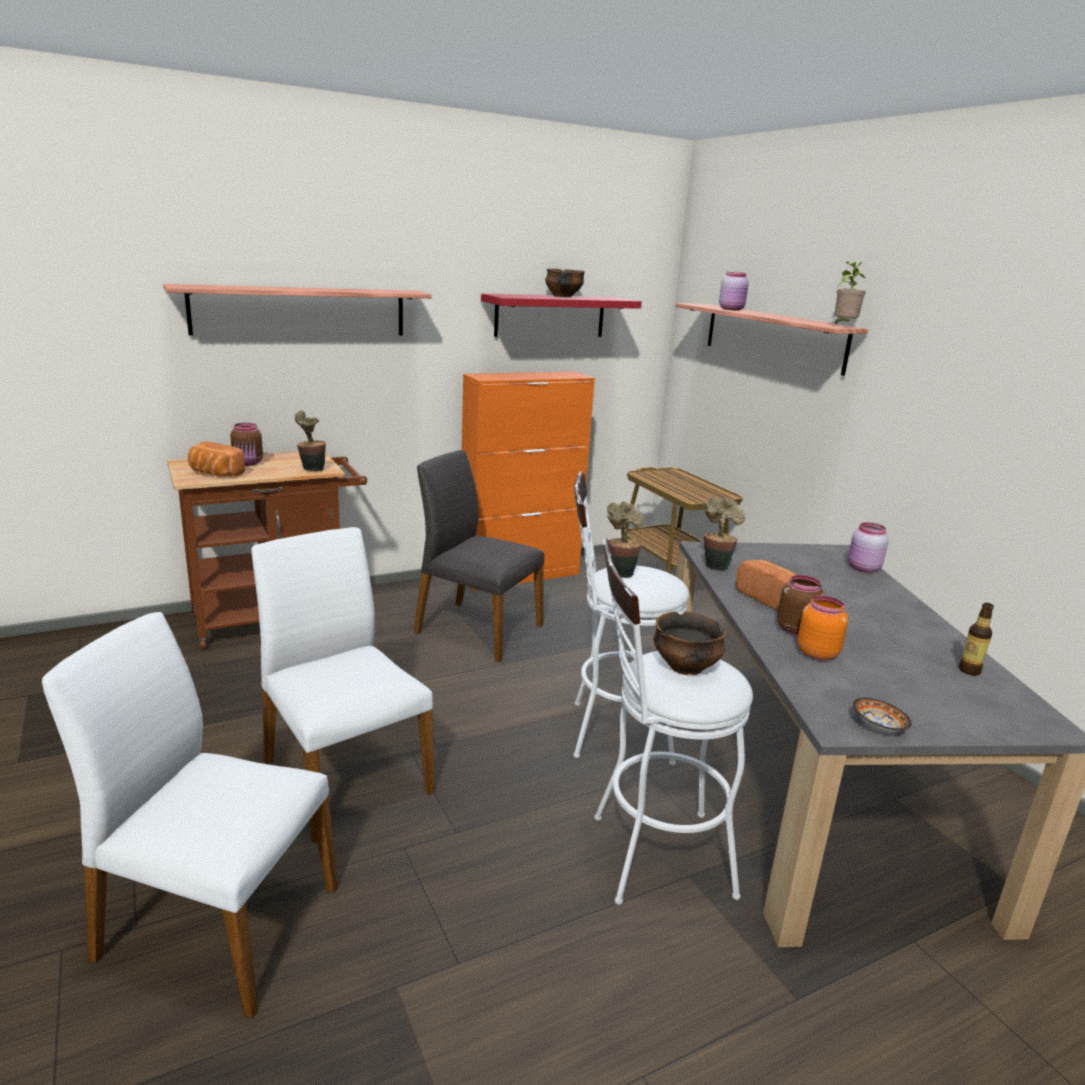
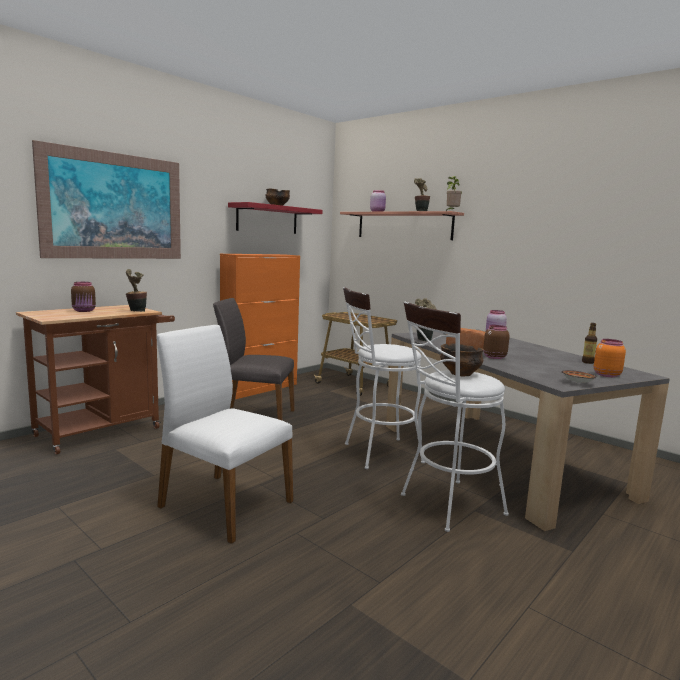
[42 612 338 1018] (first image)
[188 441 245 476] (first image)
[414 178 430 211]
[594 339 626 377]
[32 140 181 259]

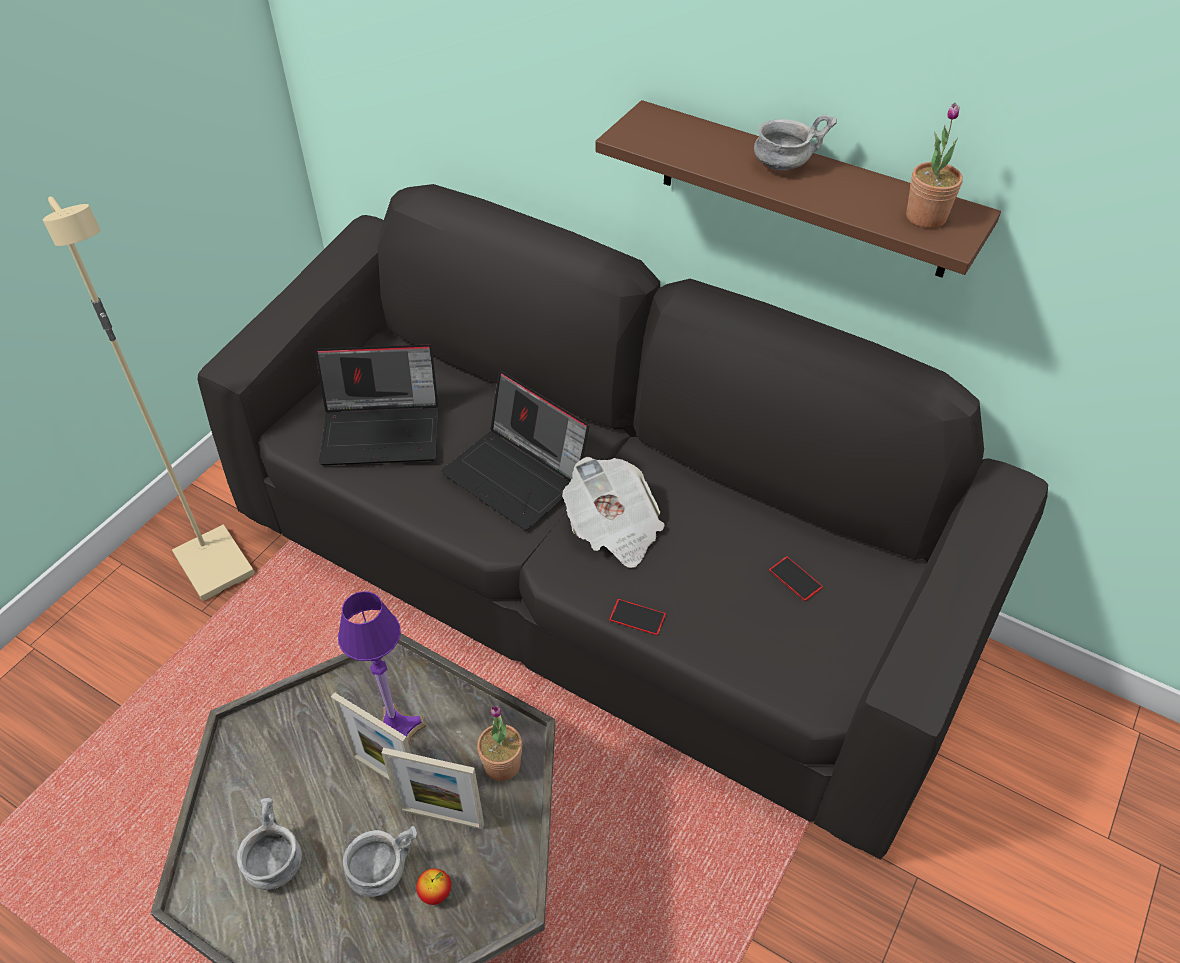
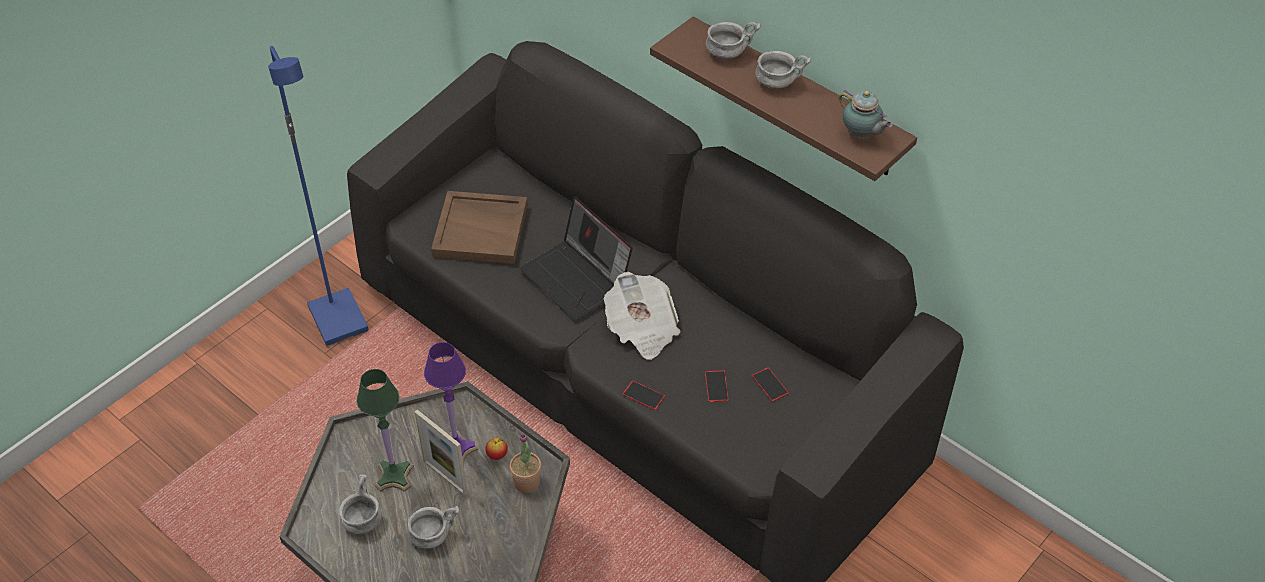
[381 748 484 830] (first image)
[356 369 414 492]
[705 370 729 402]
[706 22 760 59]
[485 438 508 460]
[431 191 528 264]
[839 90 892 139]
[268 46 369 346]

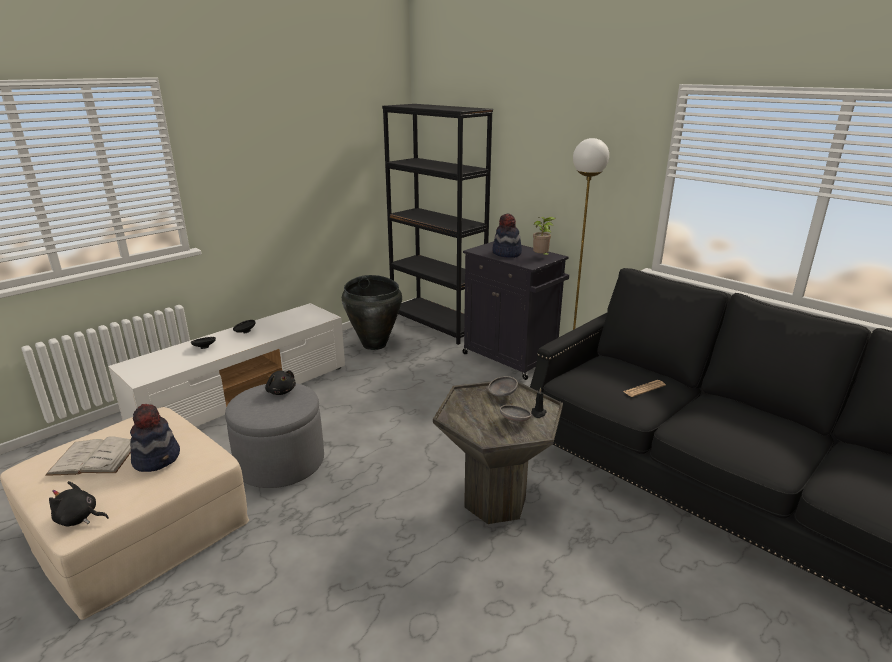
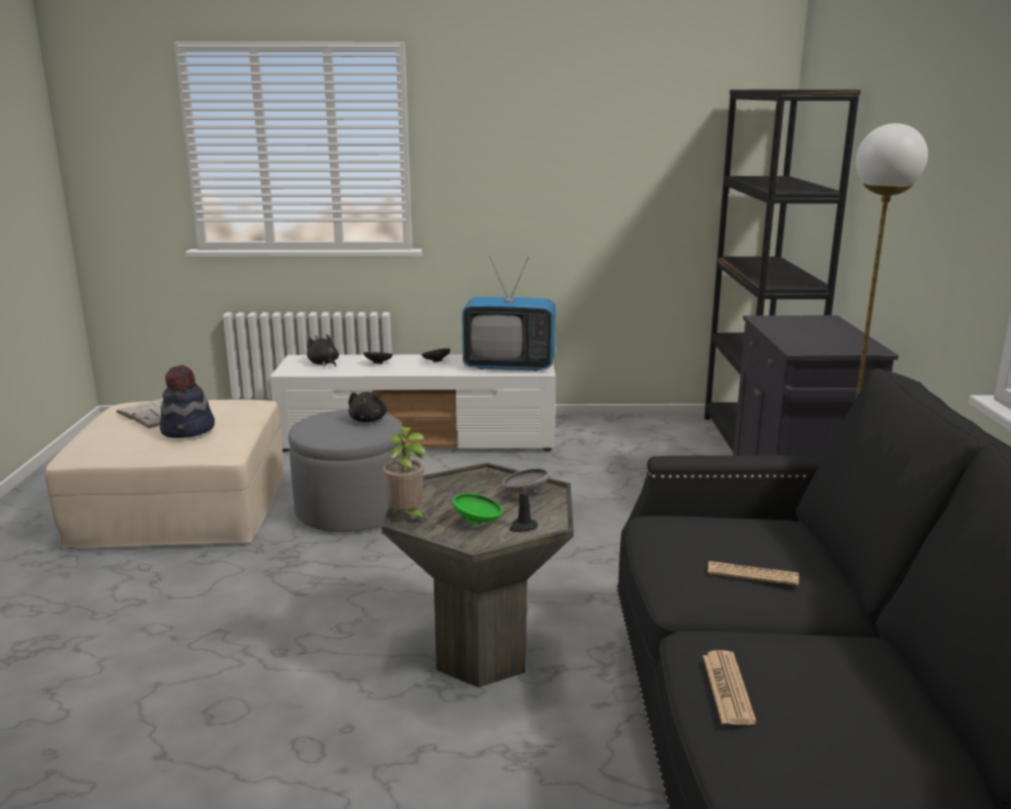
[342 275 402 350] (first image)
[492 213 522 258] (first image)
[462 256 556 371]
[703 650 756 725]
[307 334 339 367]
[383 427 426 523]
[453 493 502 524]

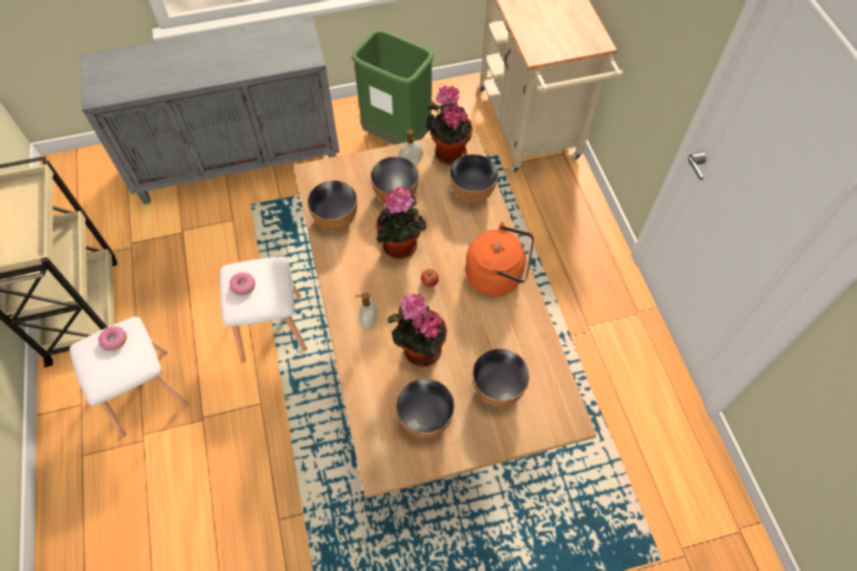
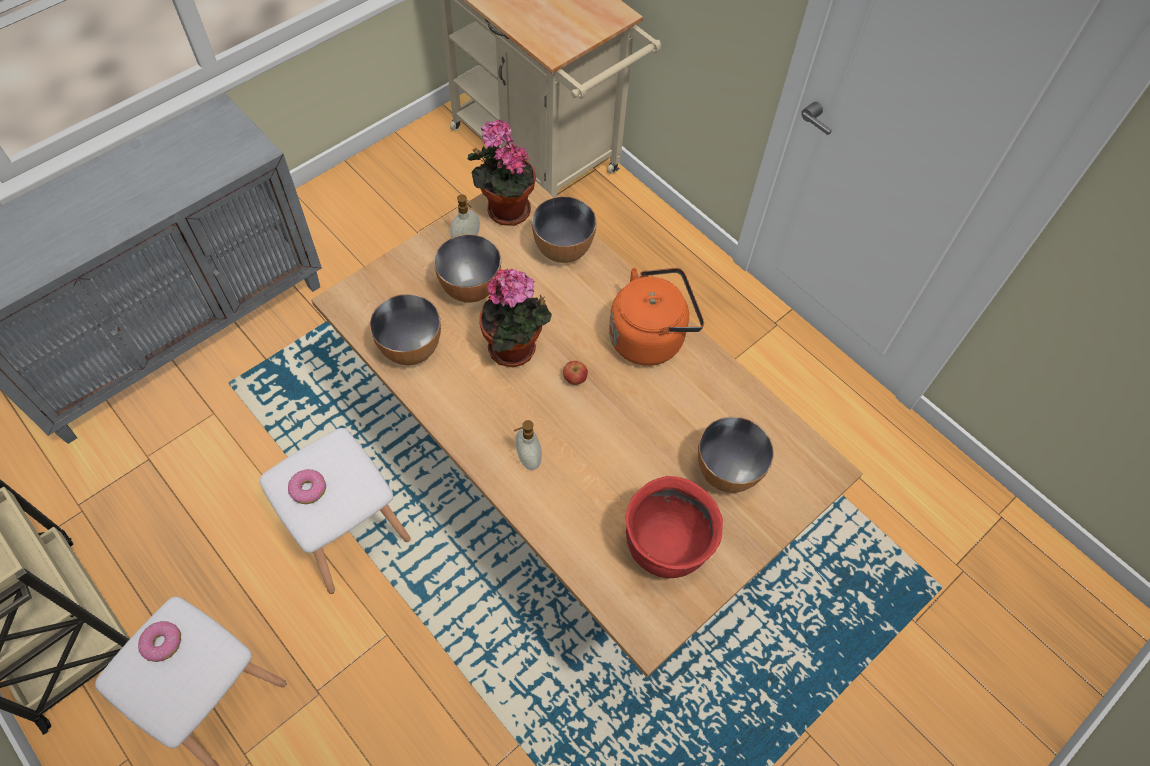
[352 30 434 145] (first image)
[388 294 447 367] (first image)
[625 476 723 578]

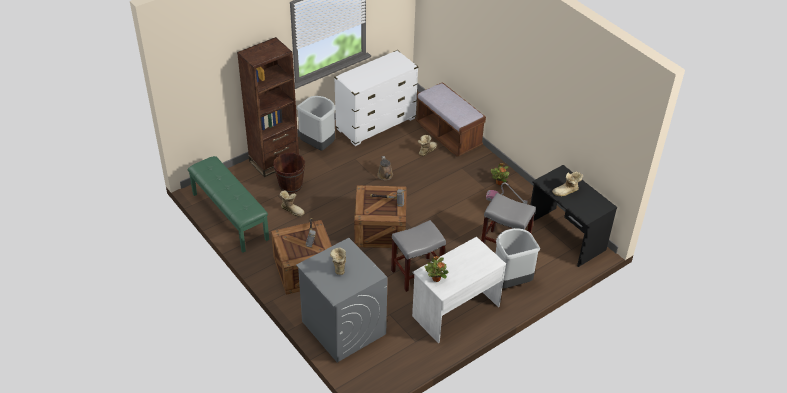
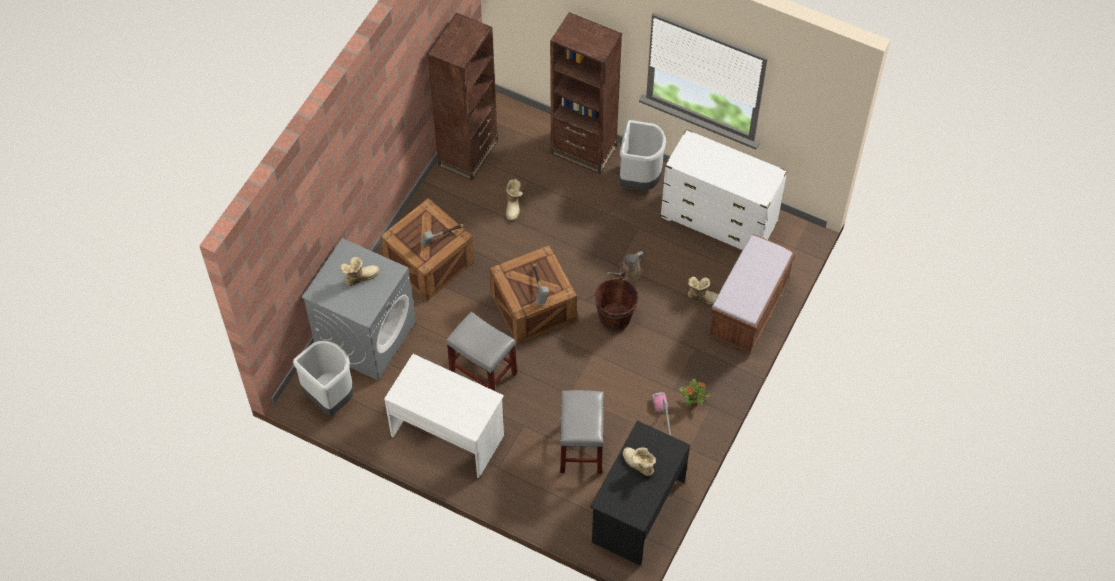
[425 256 448 282] (first image)
[594 277 638 331]
[293 340 354 416]
[427 13 498 180]

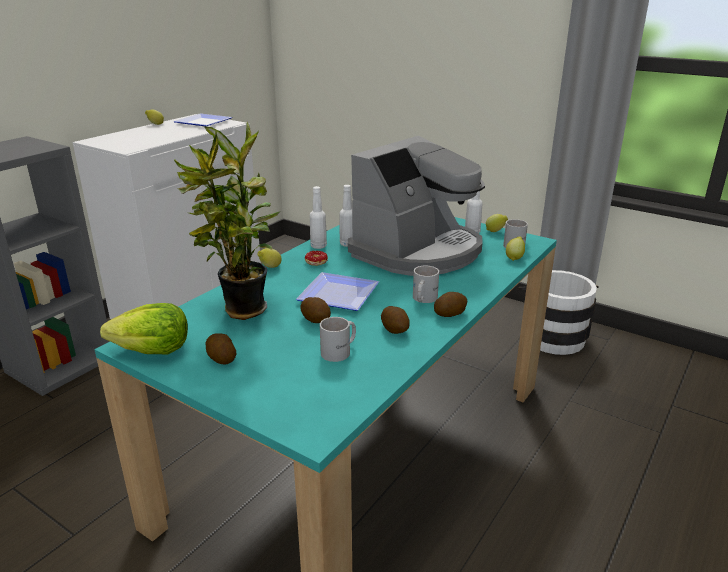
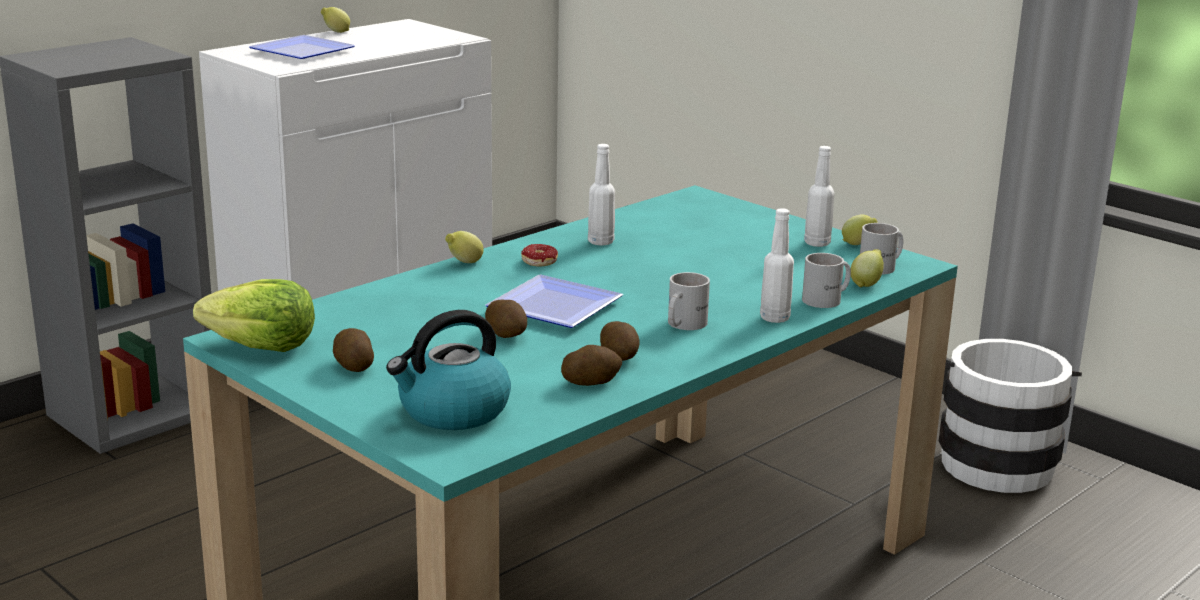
[174 122 280 320] (first image)
[348 136 485 276] (first image)
[386 310 511 430]
[249 35 355 59]
[760 208 794 323]
[802 253 851 308]
[561 345 622 386]

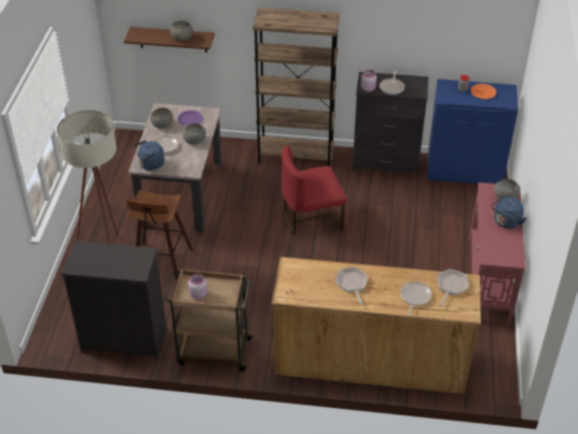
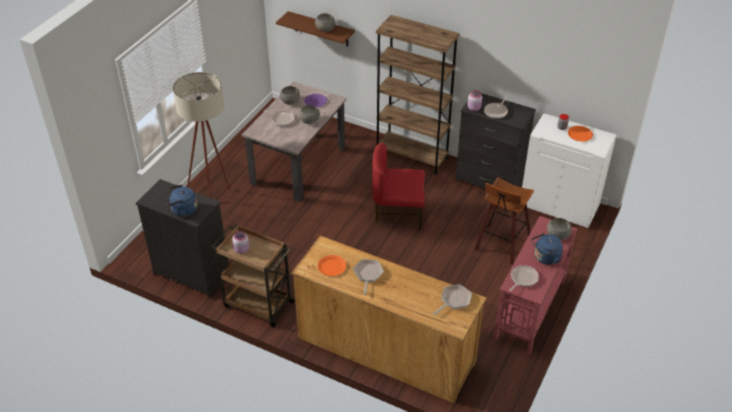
[318 255 346 276]
[474 177 534 265]
[167 185 197 217]
[509 265 539 291]
[522 113 616 228]

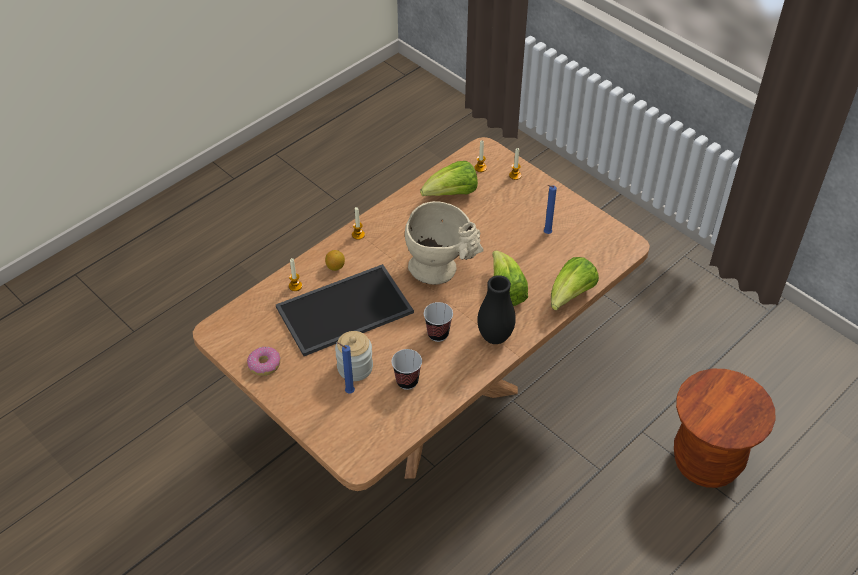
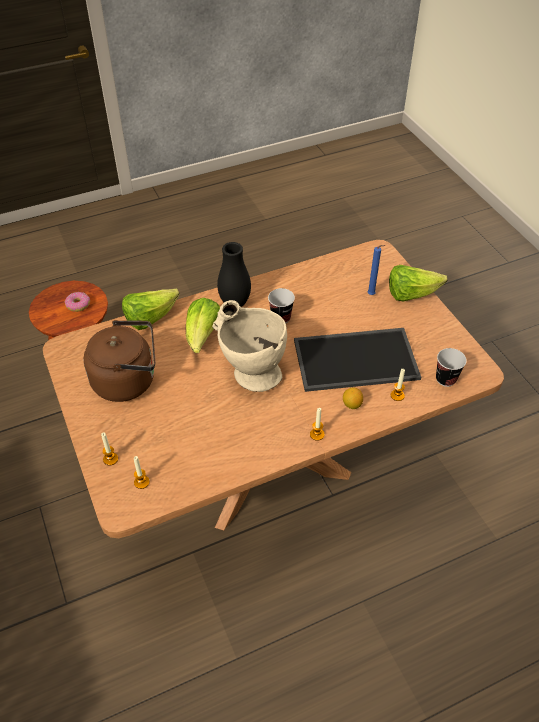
[335 331 373 381] (first image)
[65 292 90 312]
[436 348 466 387]
[389 265 447 301]
[83 320 155 402]

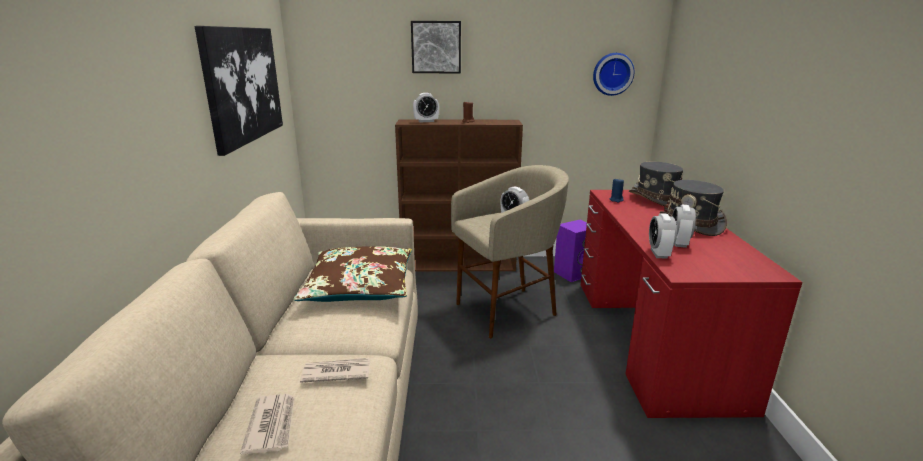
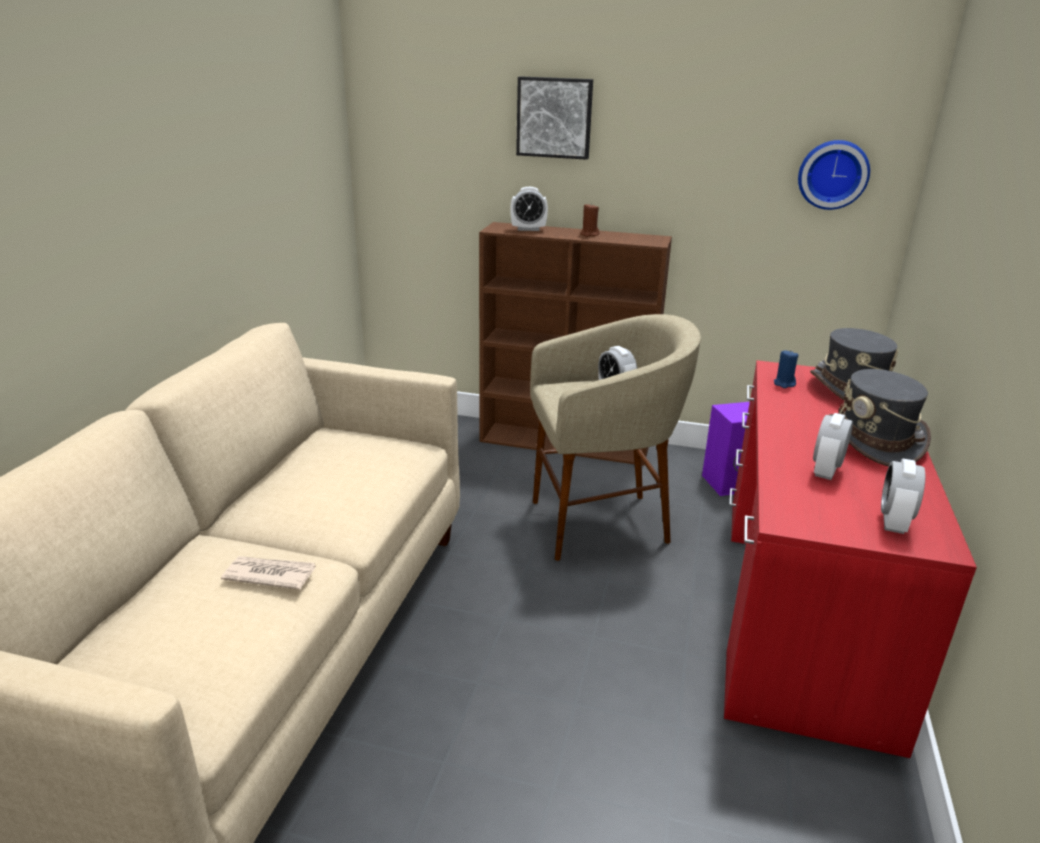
[195 26 283 156] (first image)
[240 394 295 455] (first image)
[293 246 412 302] (first image)
[881 459 926 534]

